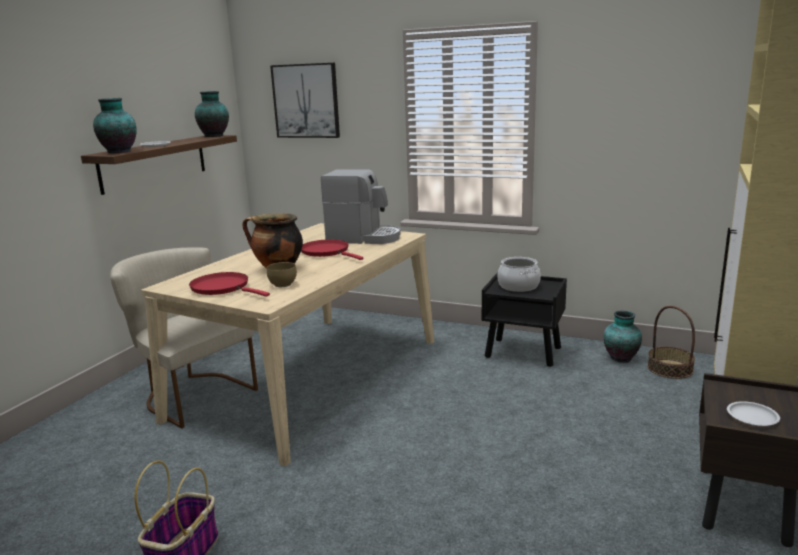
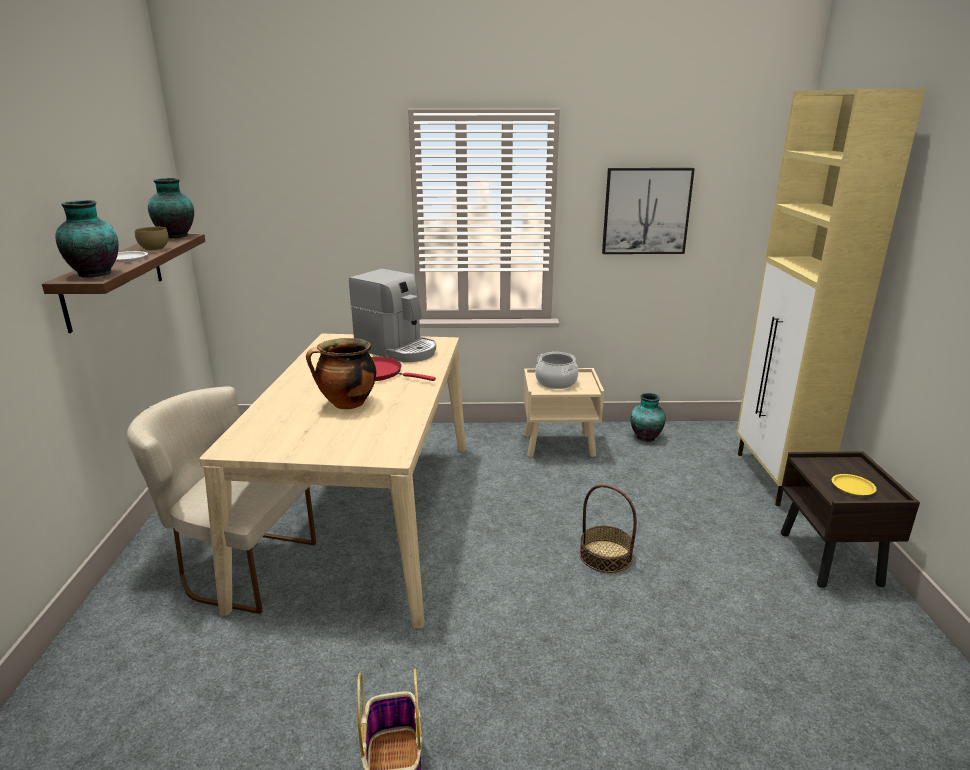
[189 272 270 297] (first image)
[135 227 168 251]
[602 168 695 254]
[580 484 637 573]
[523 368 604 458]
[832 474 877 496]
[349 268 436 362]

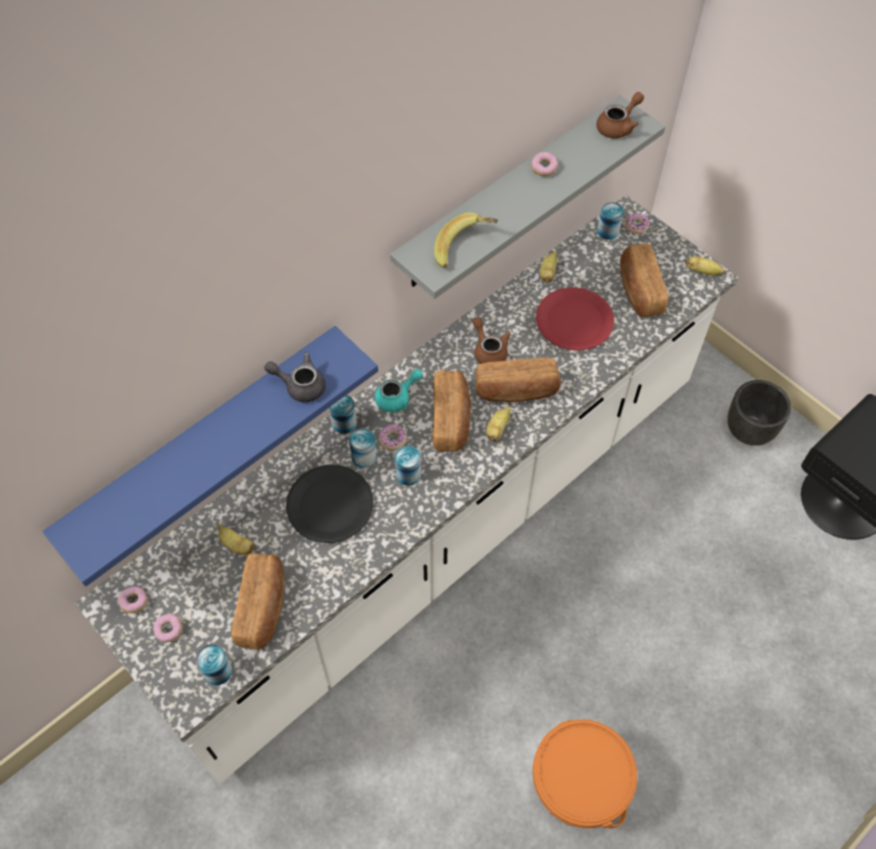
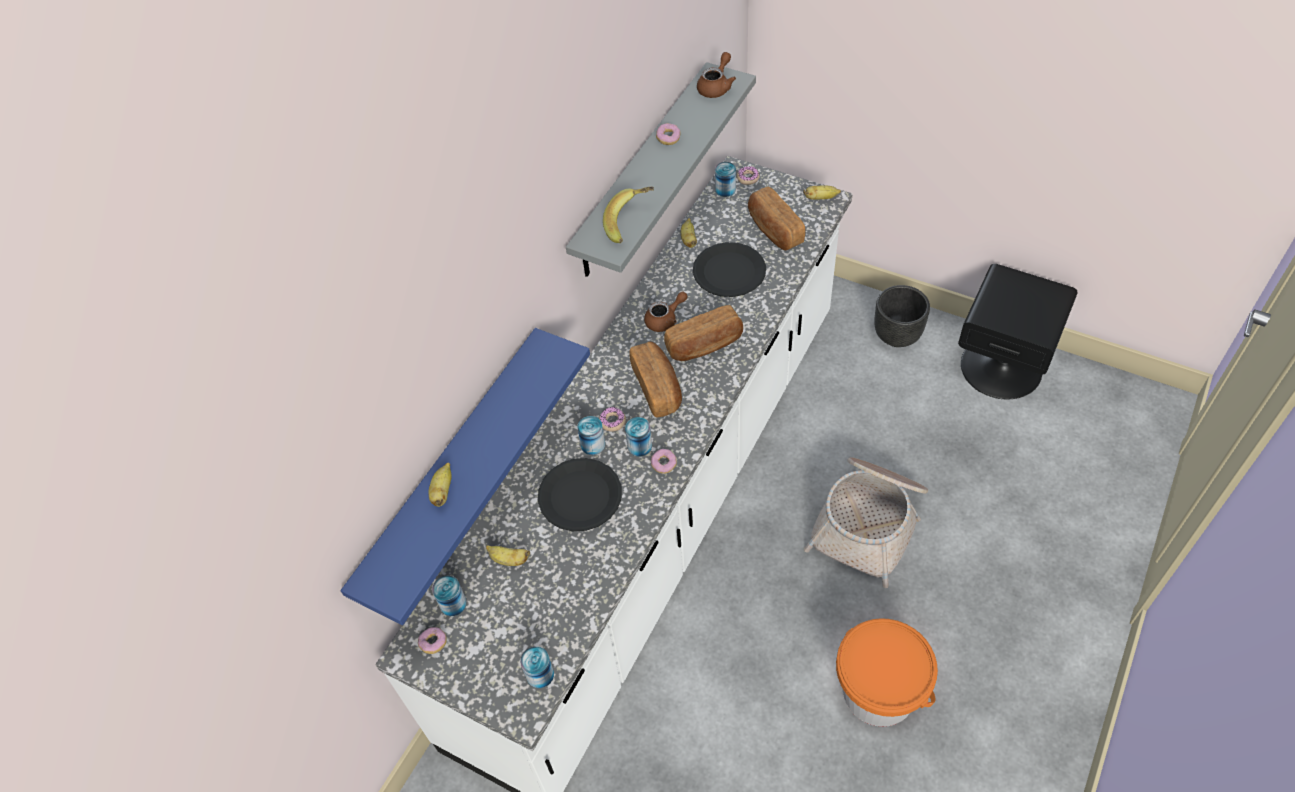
[231 553 284 650] (first image)
[264 352 326 402] (first image)
[375 369 423 412] (first image)
[804 457 928 588]
[651 449 677 474]
[432 575 467 616]
[429 462 452 507]
[693 242 766 297]
[644 291 687 332]

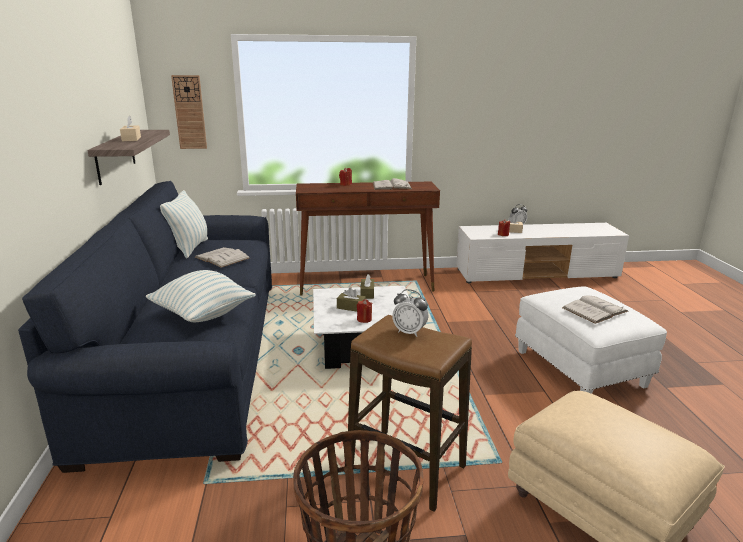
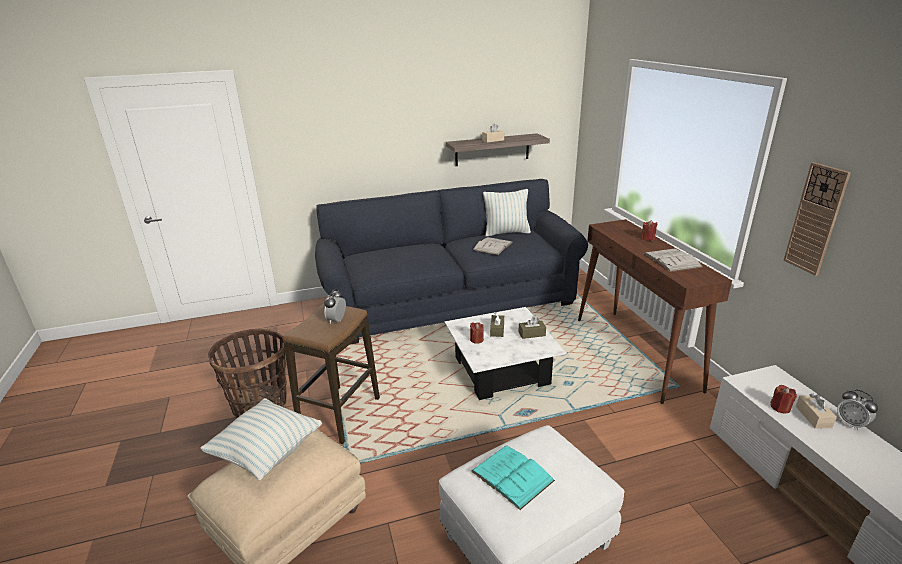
[200 398 322 480]
[784 162 851 276]
[471 445 555 510]

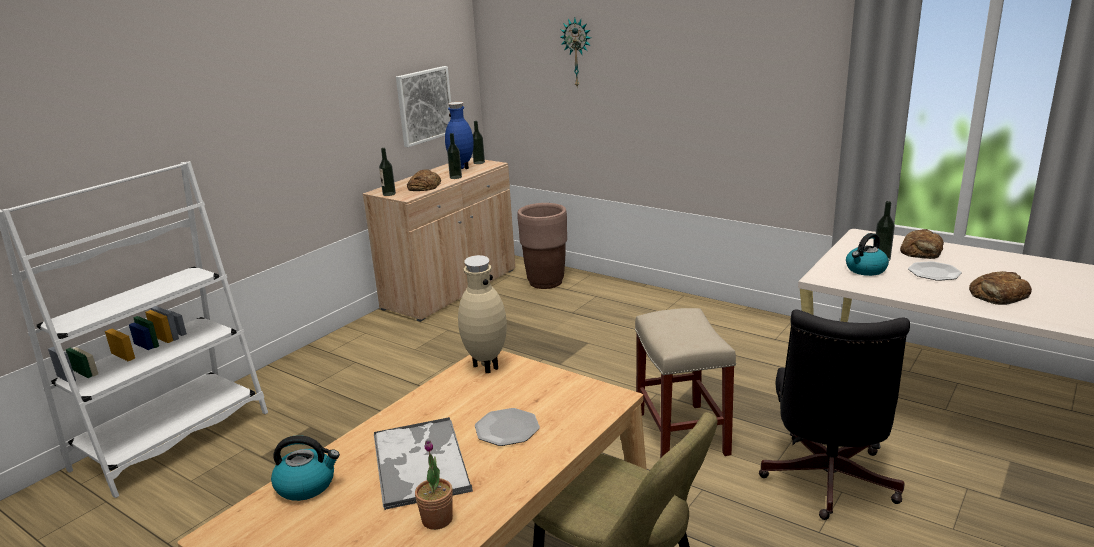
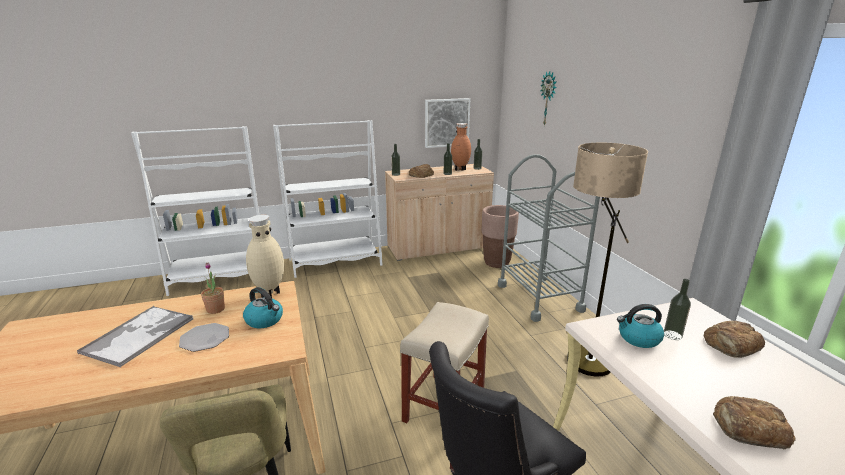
[908 261 962 281] (first image)
[273 120 382 278]
[498 154 600 322]
[567 143 648 377]
[243 287 283 328]
[201 263 225 314]
[451 123 471 171]

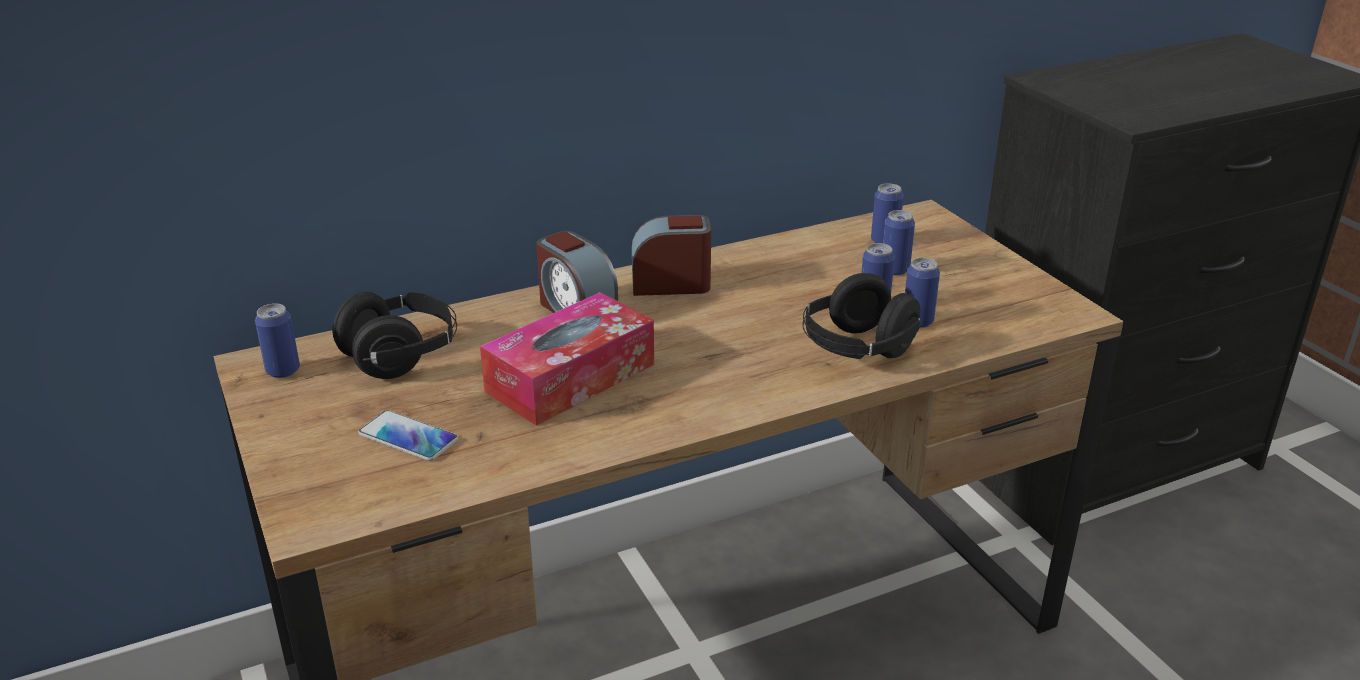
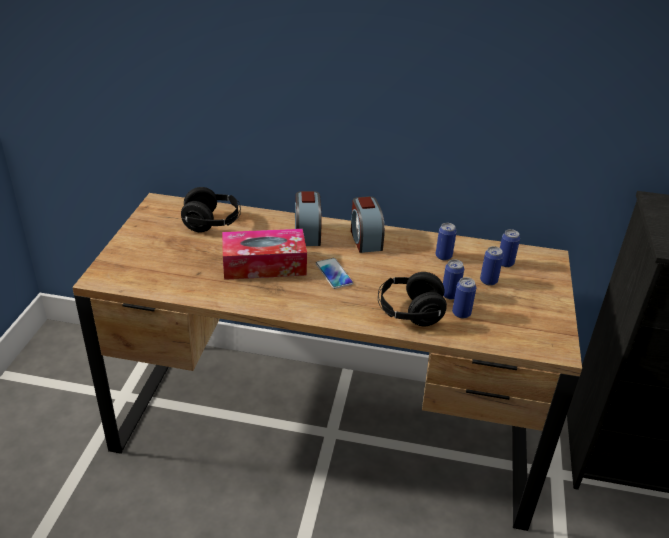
[435 223 457 260]
[316 258 353 289]
[351 196 385 253]

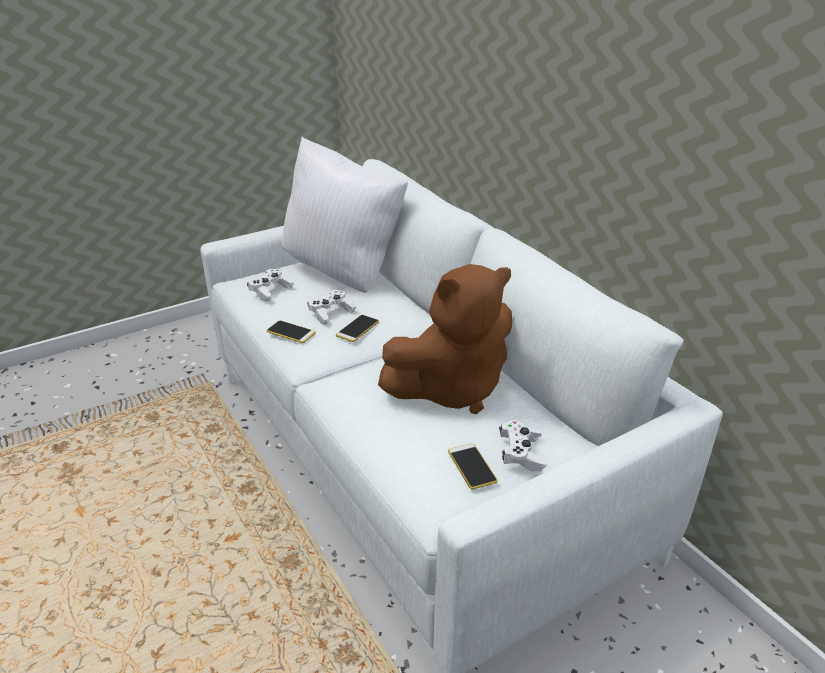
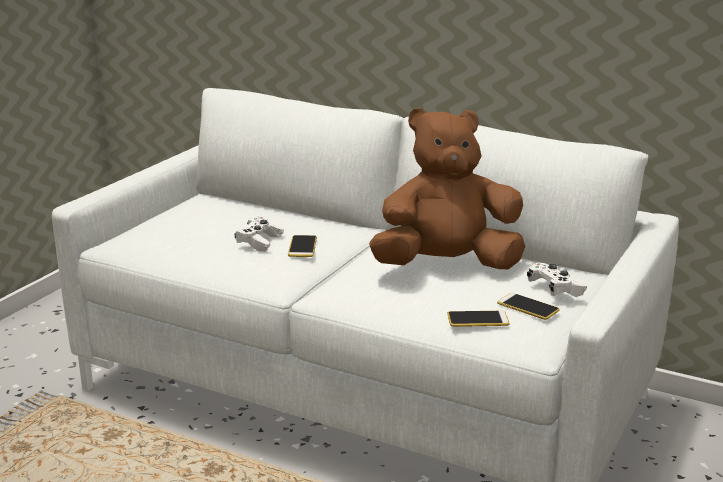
[247 269 294 302] (first image)
[282 137 408 293] (first image)
[447 311 510 327]
[369 108 525 269]

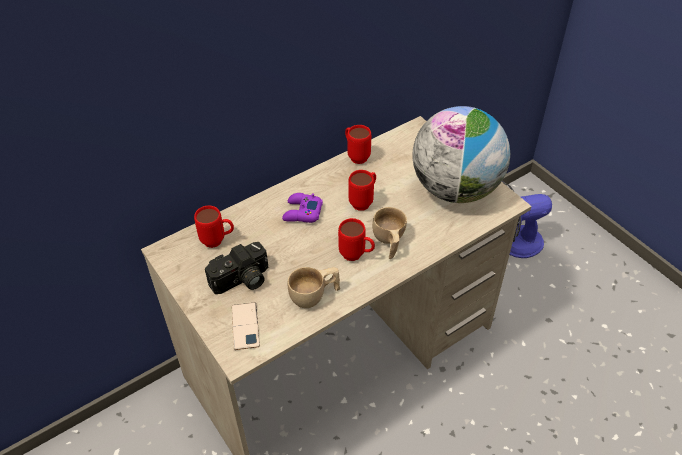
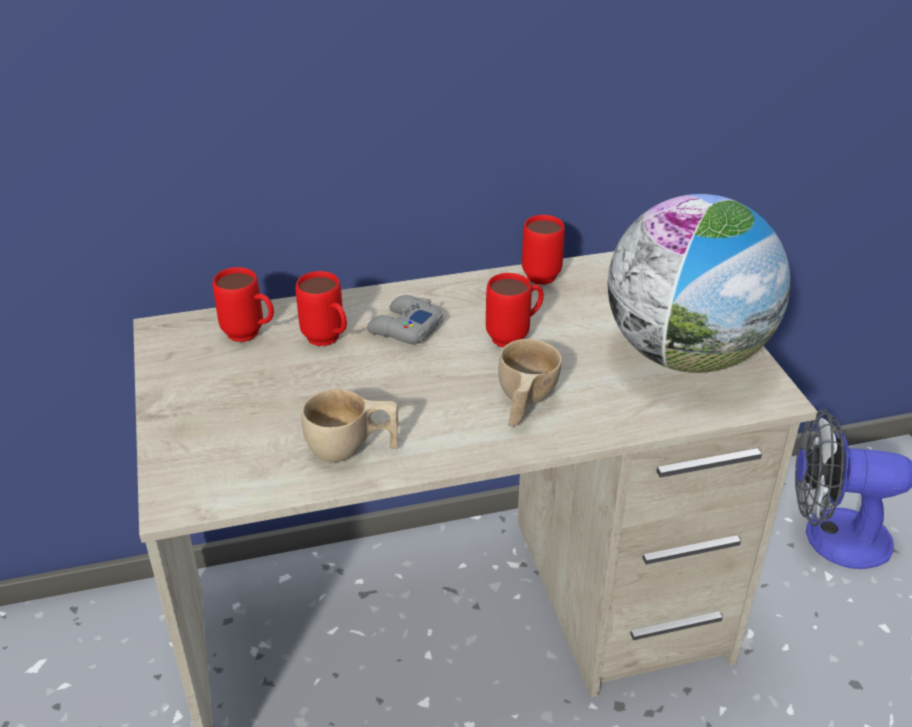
[205 242 268 294] (first image)
[232 302 260 350] (first image)
[296 271 347 346]
[367 295 443 344]

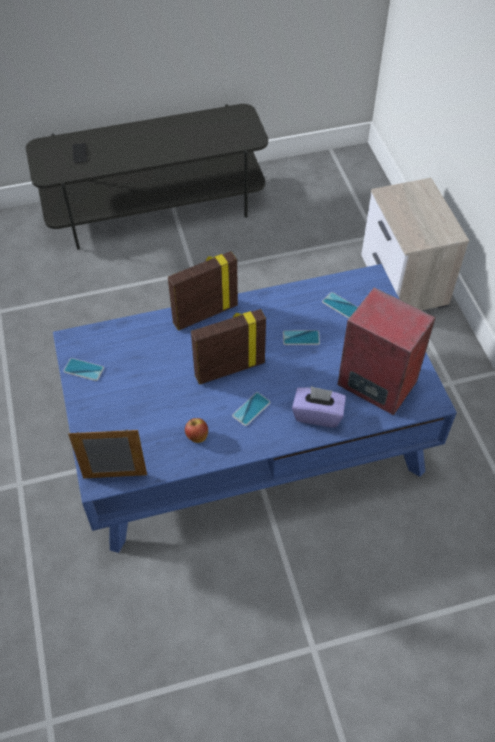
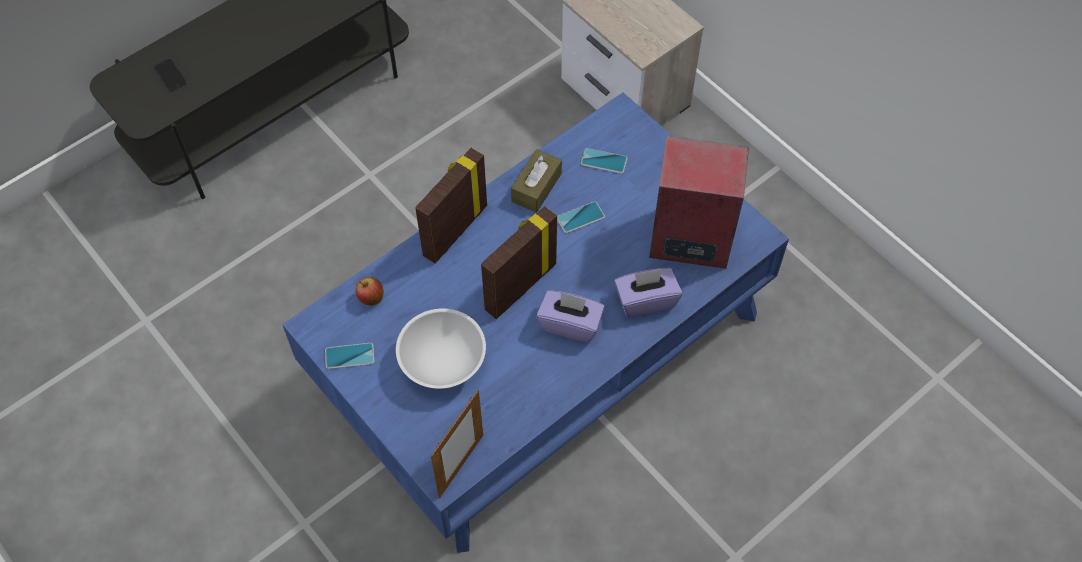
[396 308 486 389]
[511 149 562 213]
[355 277 384 306]
[536 290 605 343]
[431 390 483 498]

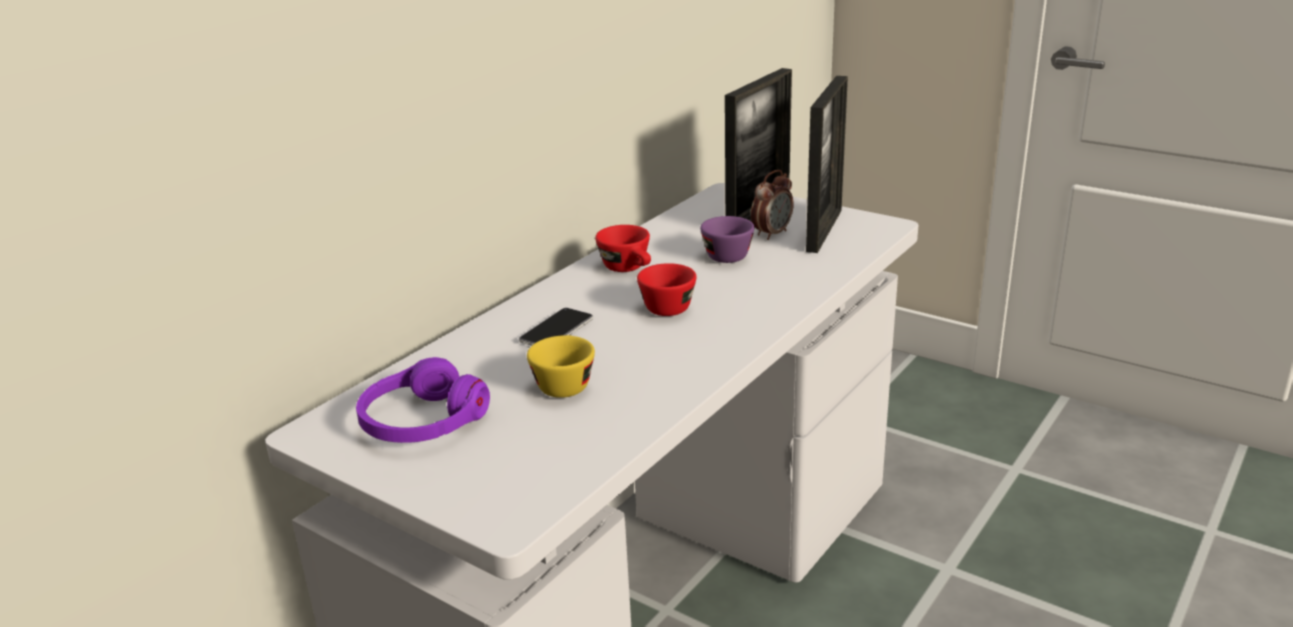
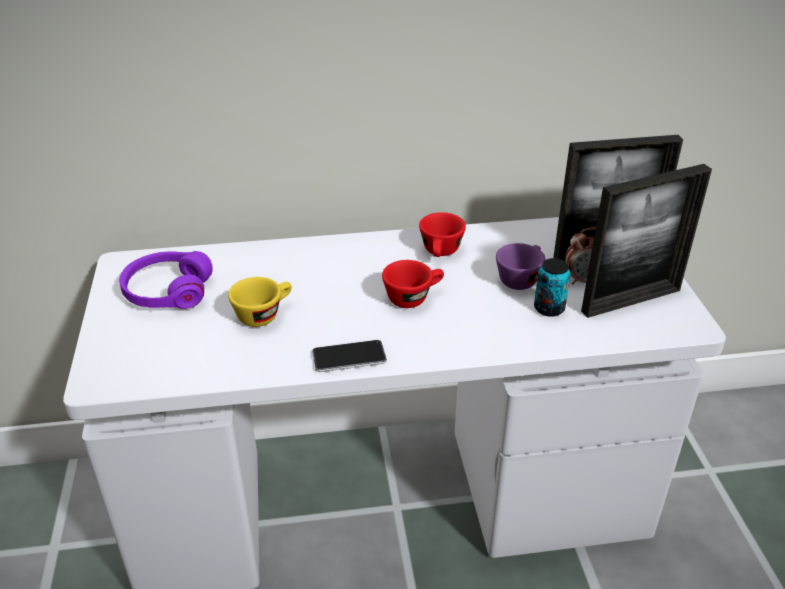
[534 258 571 317]
[312 340 387 372]

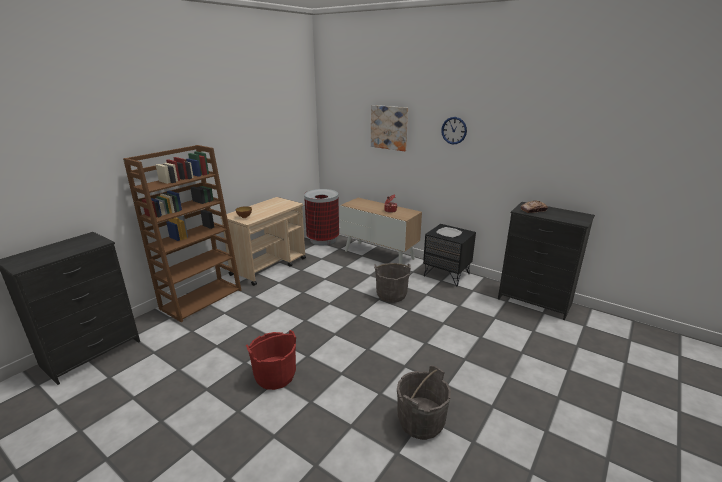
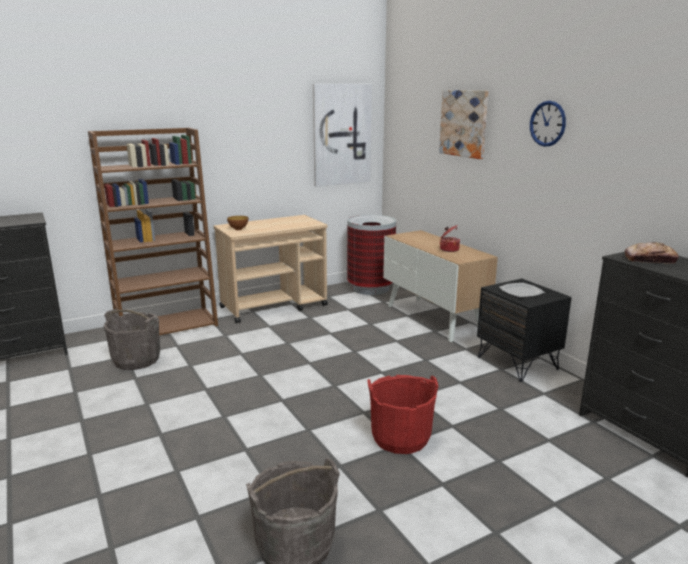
[313 83 372 187]
[367 375 438 454]
[104 309 160 370]

